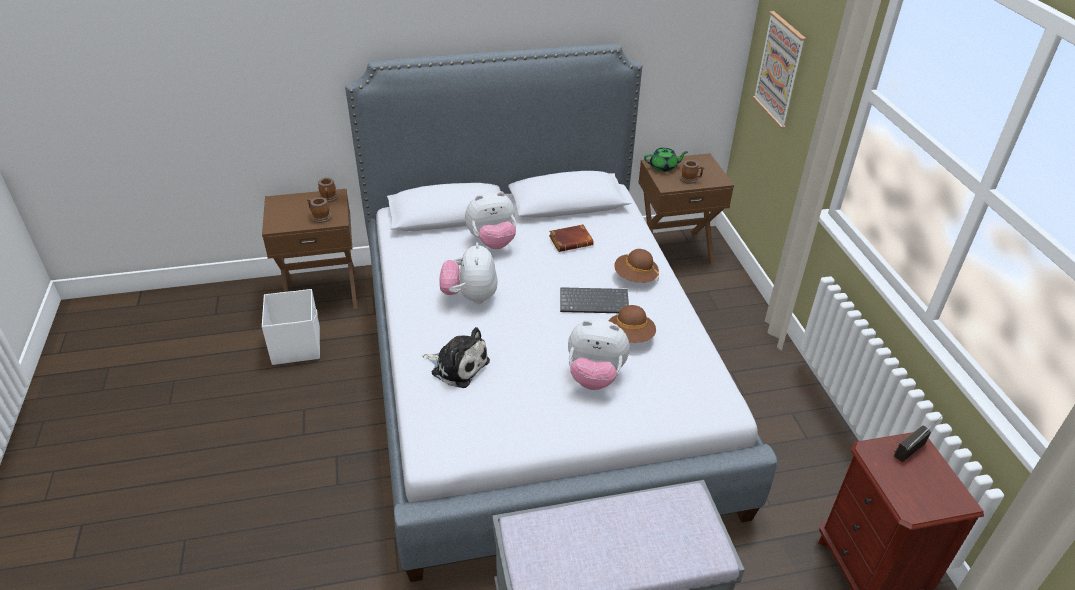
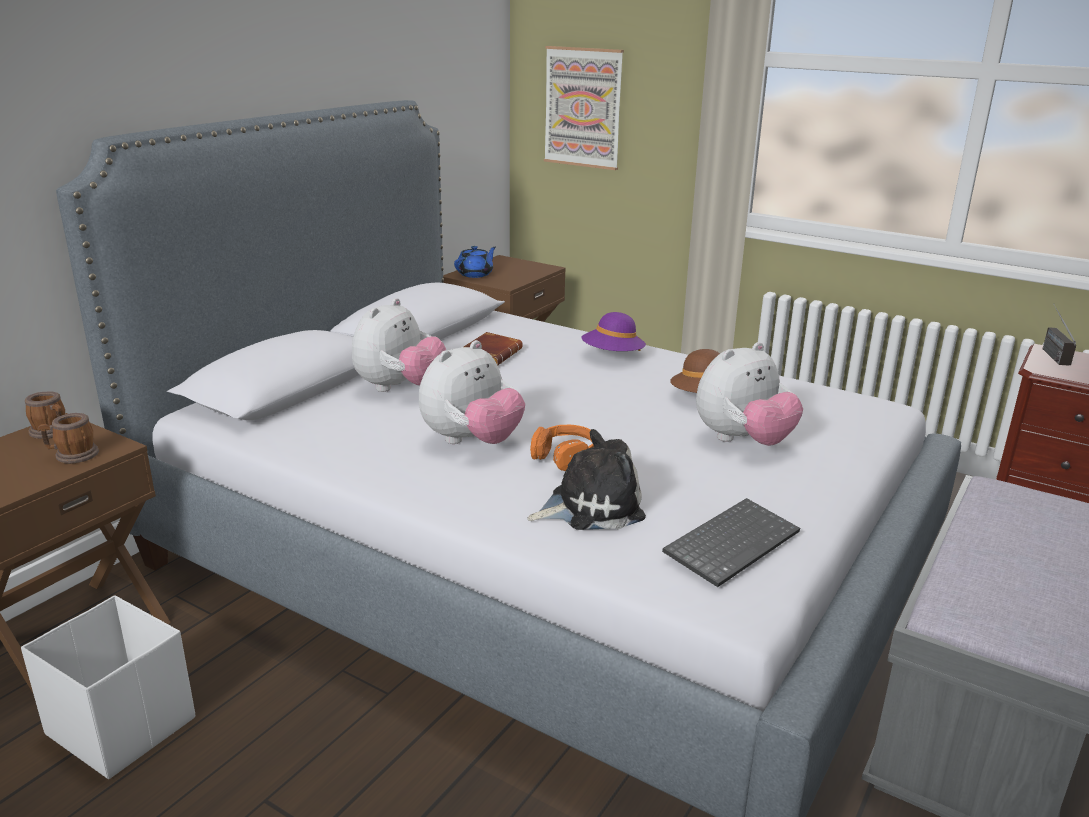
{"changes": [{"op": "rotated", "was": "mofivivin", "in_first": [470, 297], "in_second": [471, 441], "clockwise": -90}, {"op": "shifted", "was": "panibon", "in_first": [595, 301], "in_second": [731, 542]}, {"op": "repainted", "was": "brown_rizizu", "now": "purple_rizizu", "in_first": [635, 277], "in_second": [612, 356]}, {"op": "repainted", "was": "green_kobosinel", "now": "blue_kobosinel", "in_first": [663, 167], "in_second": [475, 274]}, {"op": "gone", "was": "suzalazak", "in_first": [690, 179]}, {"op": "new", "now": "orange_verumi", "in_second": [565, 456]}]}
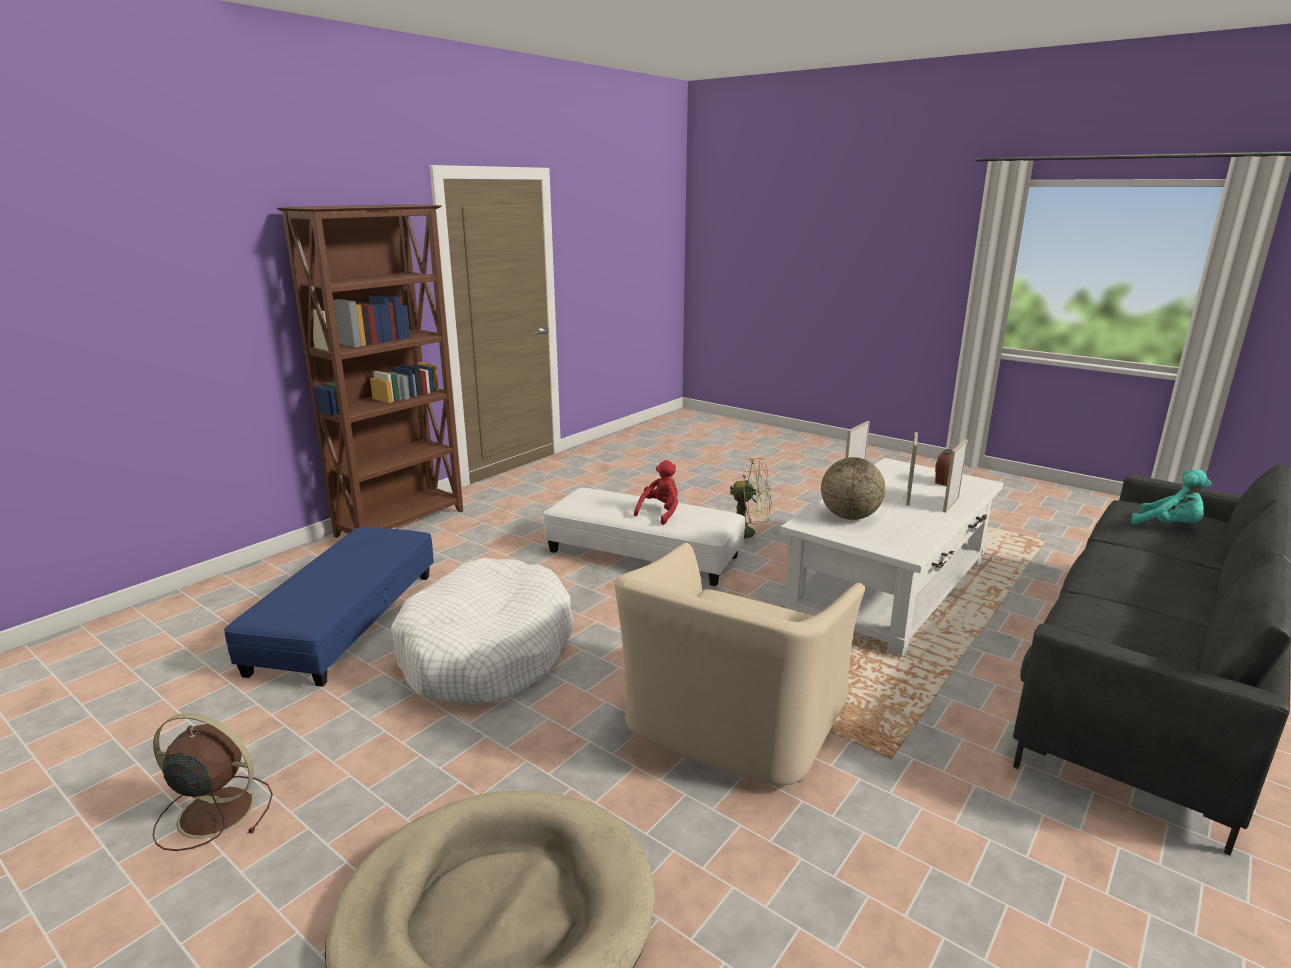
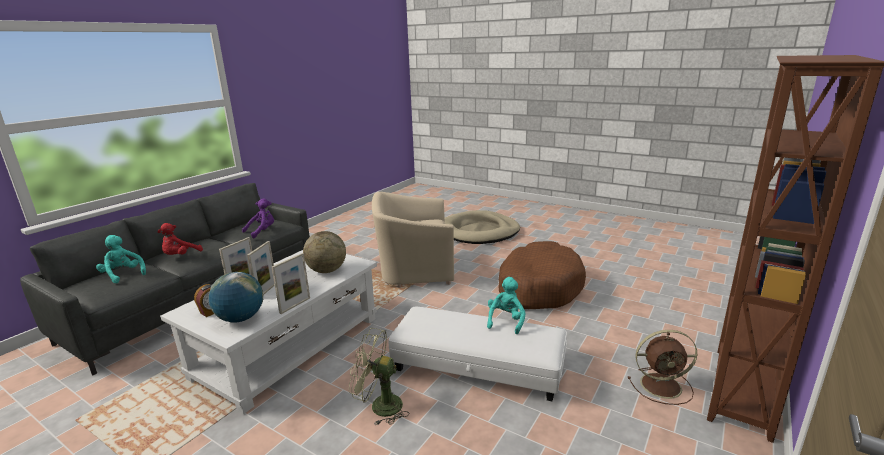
{"changes": [{"op": "shifted", "was": "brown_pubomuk", "in_first": [213, 811], "in_second": [662, 385]}, {"op": "gone", "was": "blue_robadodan", "in_first": [347, 621]}, {"op": "repainted", "was": "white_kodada", "now": "brown_kodada", "in_first": [487, 652], "in_second": [539, 287]}, {"op": "rotated", "was": "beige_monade", "in_first": [731, 724], "in_second": [414, 269], "clockwise": -120}, {"op": "shifted", "was": "red_mofivivin", "in_first": [660, 513], "in_second": [180, 256]}, {"op": "new", "now": "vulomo", "in_second": [241, 318]}, {"op": "new", "now": "purple_mofivivin", "in_second": [262, 231]}, {"op": "new", "now": "turquoise_mofivivin", "in_second": [506, 321]}]}
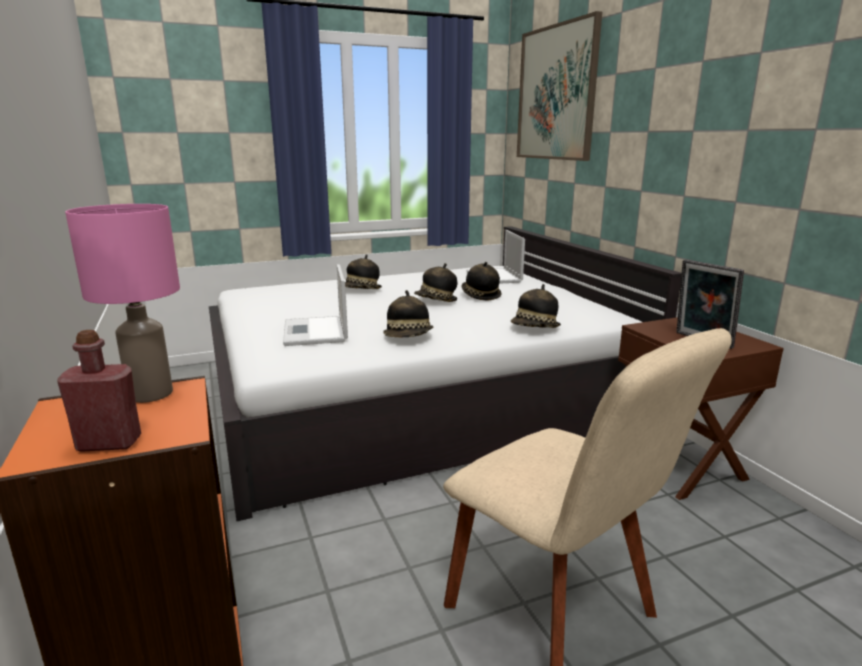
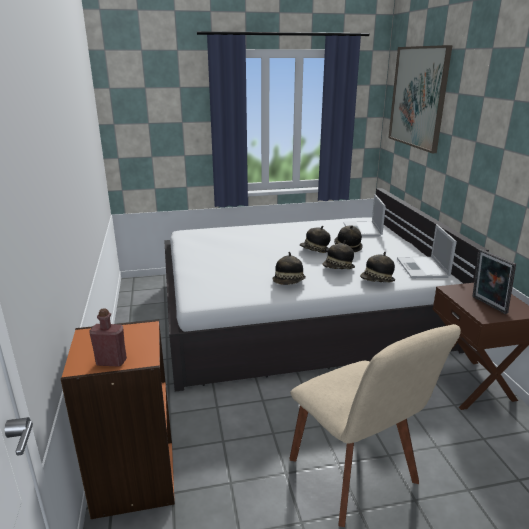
{"changes": [{"op": "gone", "was": "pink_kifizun", "in_first": [149, 394]}, {"op": "shifted", "was": "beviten", "in_first": [316, 332], "in_second": [423, 268]}, {"op": "shifted", "was": "rizizu", "in_first": [361, 290], "in_second": [338, 268]}]}
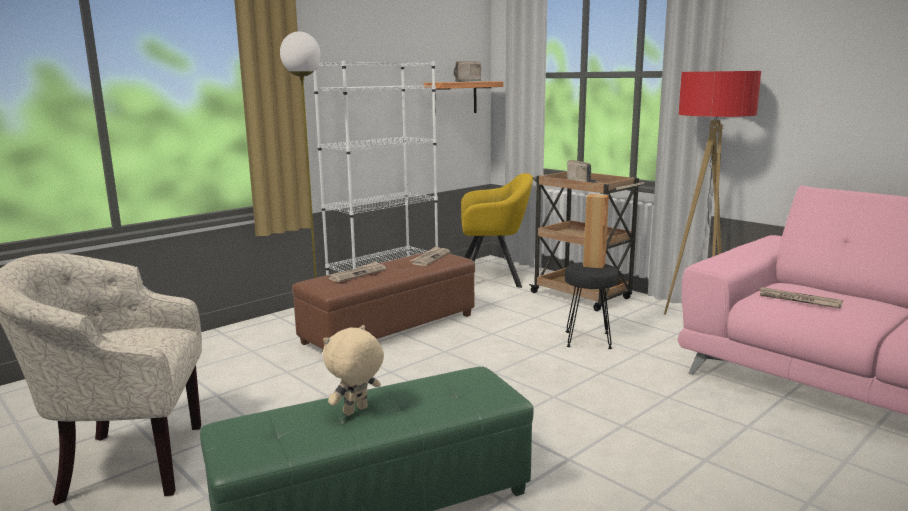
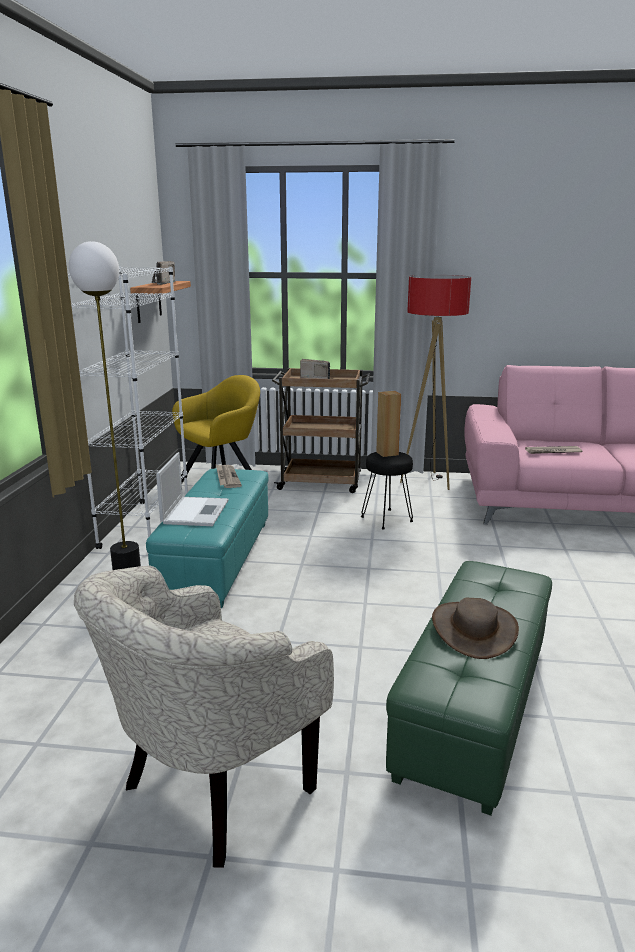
{"changes": [{"op": "repainted", "was": "brown_robadodan", "now": "turquoise_robadodan", "in_first": [390, 328], "in_second": [216, 559]}, {"op": "swapped", "was": "beige_mofivivin", "now": "brown_rizizu", "in_first": [356, 411], "in_second": [474, 629]}, {"op": "swapped", "was": "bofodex", "now": "beviten", "in_first": [357, 274], "in_second": [195, 511]}]}
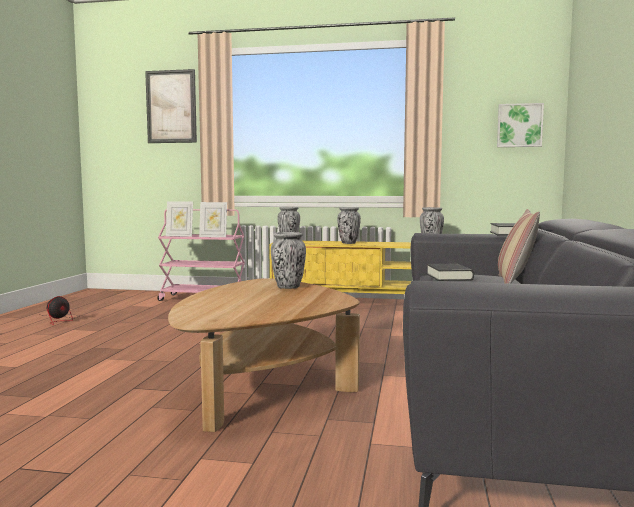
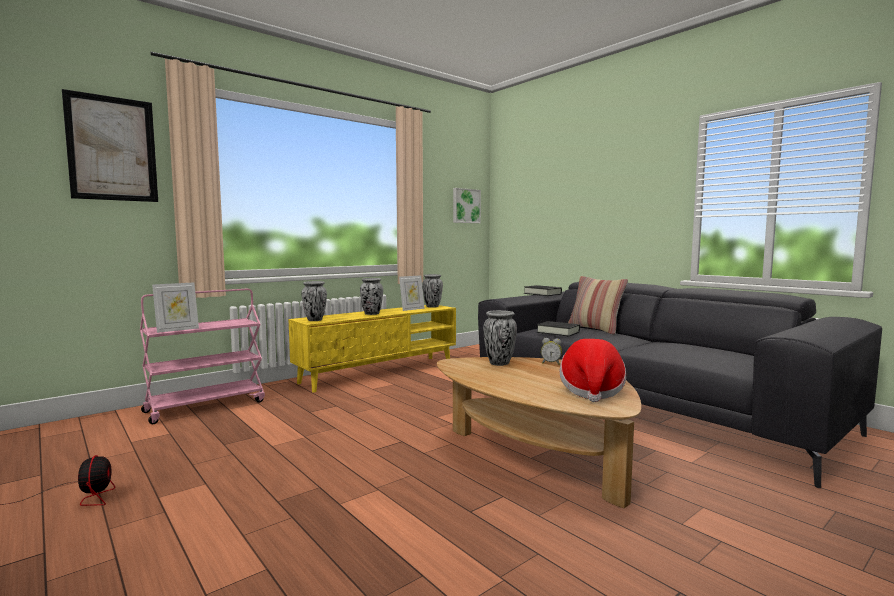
{"changes": [{"op": "shifted", "was": "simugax", "in_first": [213, 236], "in_second": [412, 309]}, {"op": "new", "now": "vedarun", "in_second": [551, 363]}, {"op": "new", "now": "rizizu", "in_second": [591, 391]}]}
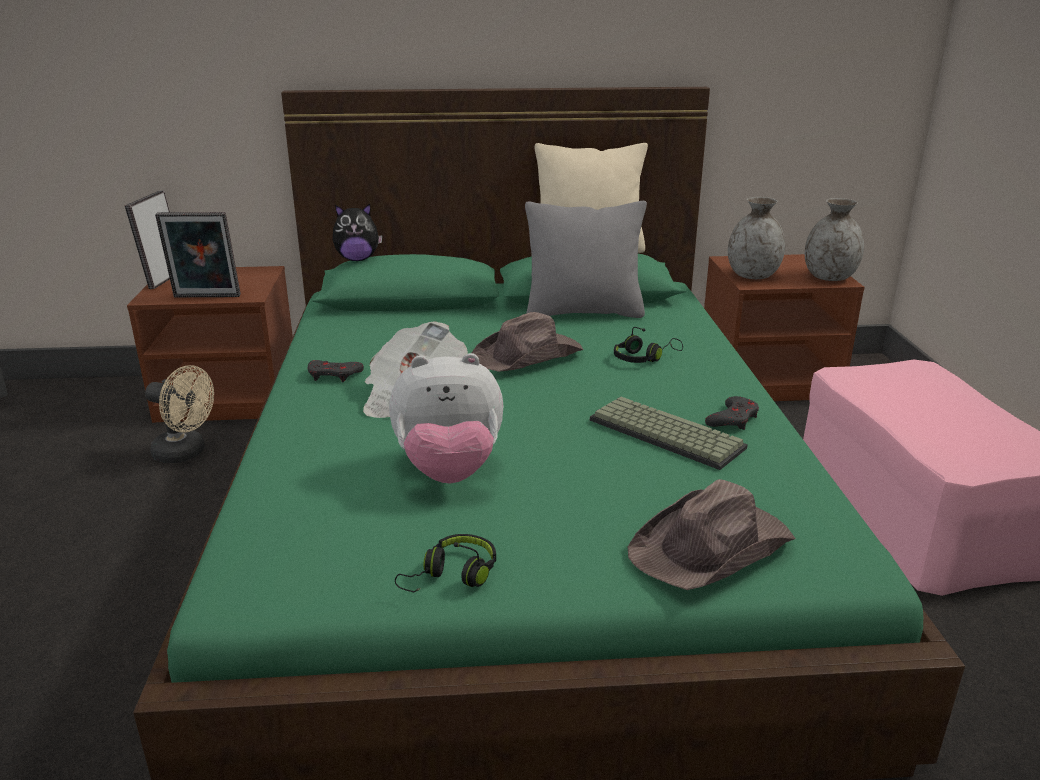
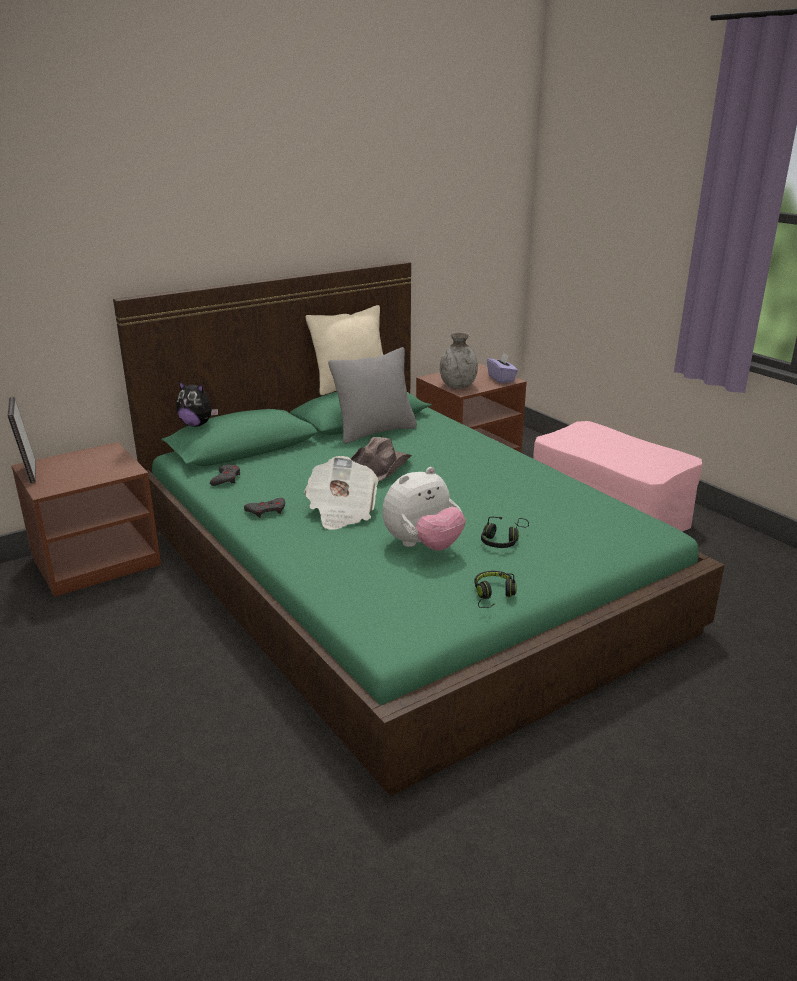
{"changes": [{"op": "gone", "was": "beige_pubomuk", "in_first": [186, 453]}, {"op": "gone", "was": "simugax", "in_first": [206, 297]}, {"op": "rotated", "was": "mofivivin", "in_first": [357, 259], "in_second": [197, 424], "clockwise": 60}, {"op": "gone", "was": "panibon", "in_first": [663, 434]}, {"op": "shifted", "was": "black_verumi", "in_first": [643, 358], "in_second": [503, 540]}, {"op": "gone", "was": "brown_rizizu", "in_first": [712, 547]}, {"op": "shifted", "was": "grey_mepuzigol", "in_first": [733, 419], "in_second": [226, 478]}, {"op": "swapped", "was": "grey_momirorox", "now": "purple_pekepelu", "in_first": [828, 277], "in_second": [501, 379]}]}
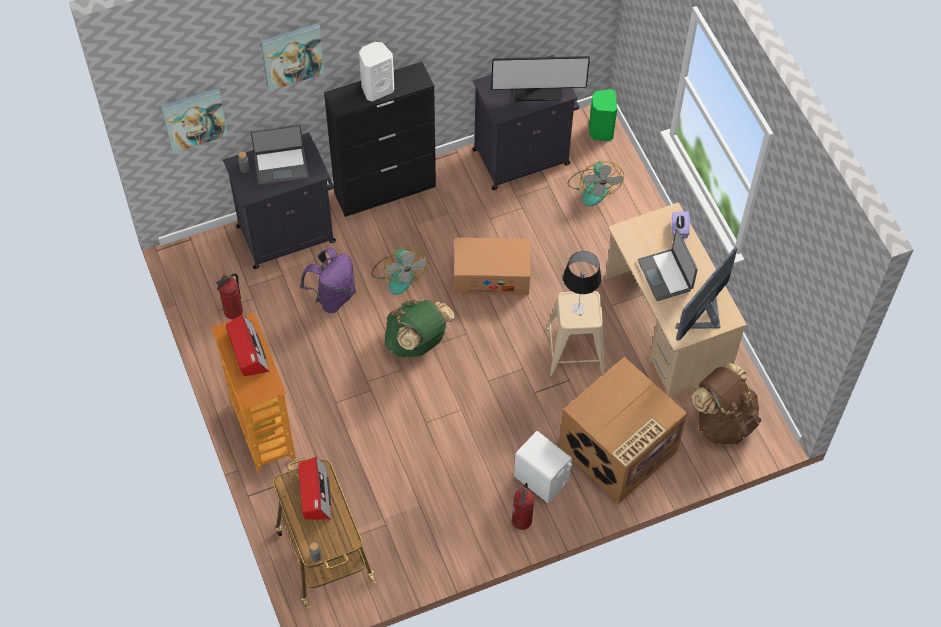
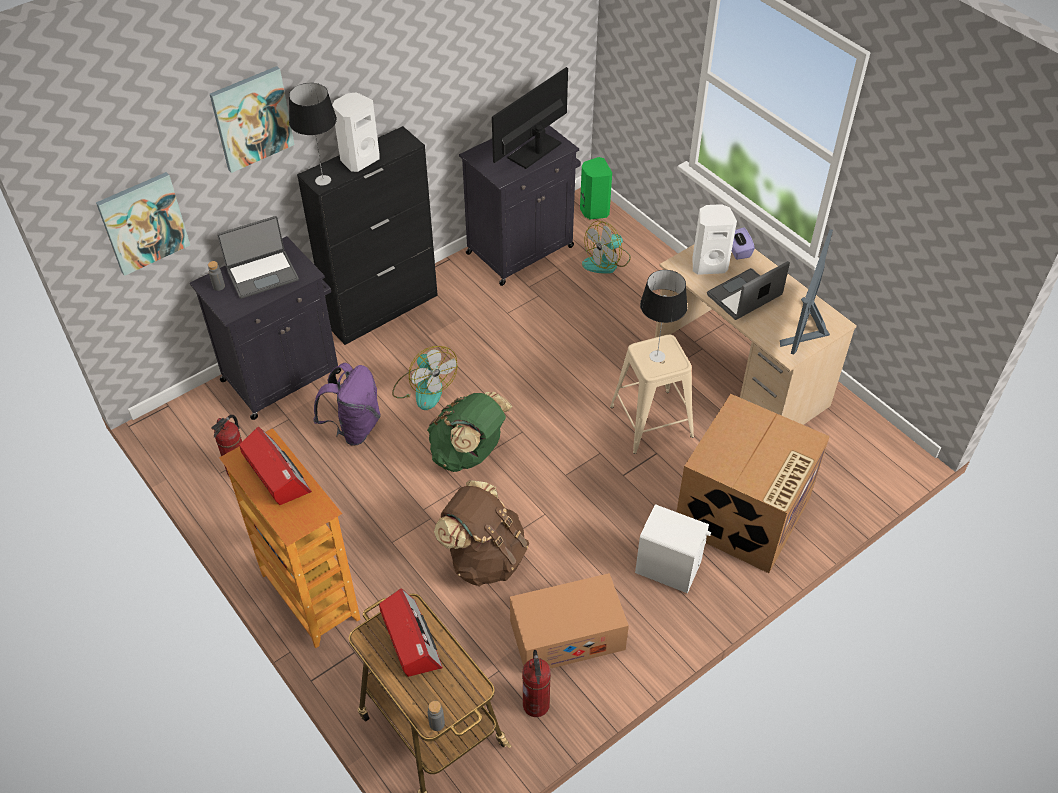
{"changes": [{"op": "shifted", "was": "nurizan", "in_first": [491, 275], "in_second": [567, 635]}, {"op": "rotated", "was": "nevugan", "in_first": [538, 92], "in_second": [534, 151], "clockwise": 150}, {"op": "shifted", "was": "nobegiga", "in_first": [522, 521], "in_second": [536, 705]}, {"op": "rotated", "was": "pubomuk", "in_first": [593, 187], "in_second": [607, 262], "clockwise": 75}, {"op": "rotated", "was": "beviten", "in_first": [666, 275], "in_second": [744, 296], "clockwise": 90}, {"op": "shifted", "was": "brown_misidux", "in_first": [723, 421], "in_second": [485, 557]}, {"op": "new", "now": "kifizun", "in_second": [323, 180]}, {"op": "new", "now": "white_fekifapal", "in_second": [708, 264]}]}
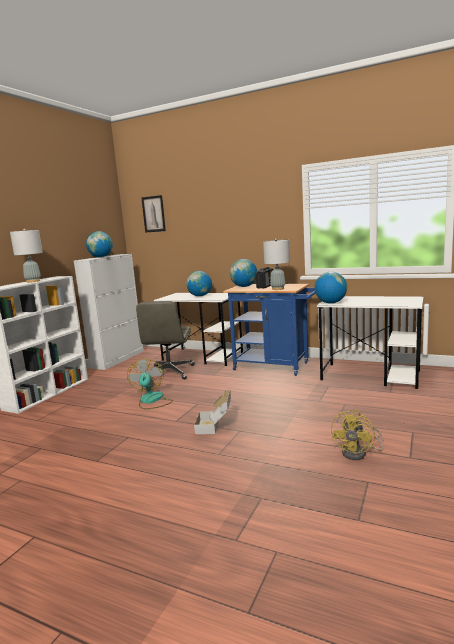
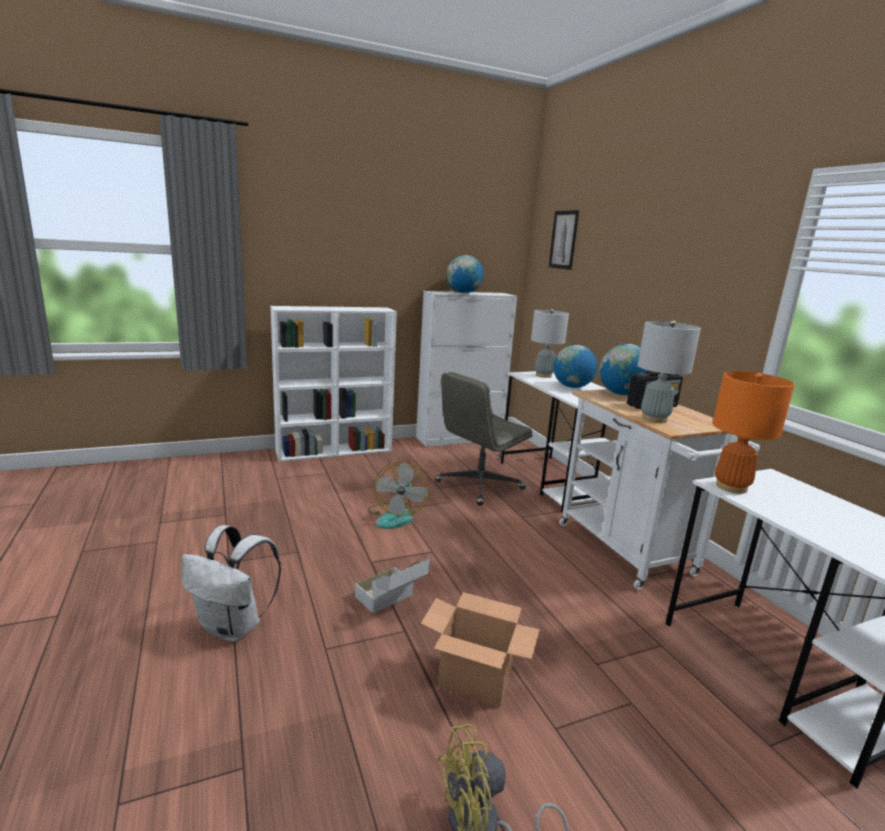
{"changes": [{"op": "shifted", "was": "grey_kifizun", "in_first": [33, 281], "in_second": [543, 375]}, {"op": "rotated", "was": "pubomuk", "in_first": [151, 401], "in_second": [396, 516], "clockwise": 150}, {"op": "repainted", "was": "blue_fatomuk", "now": "white_fatomuk", "in_first": [276, 366], "in_second": [631, 553]}, {"op": "swapped", "was": "vulomo", "now": "orange_kifizun", "in_first": [330, 303], "in_second": [731, 487]}, {"op": "new", "now": "white_misidux", "in_second": [233, 627]}, {"op": "new", "now": "nurizan", "in_second": [475, 680]}]}
